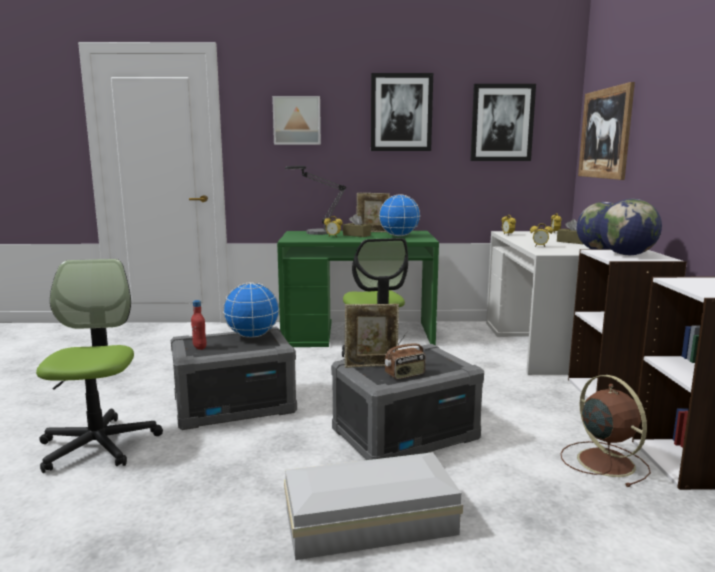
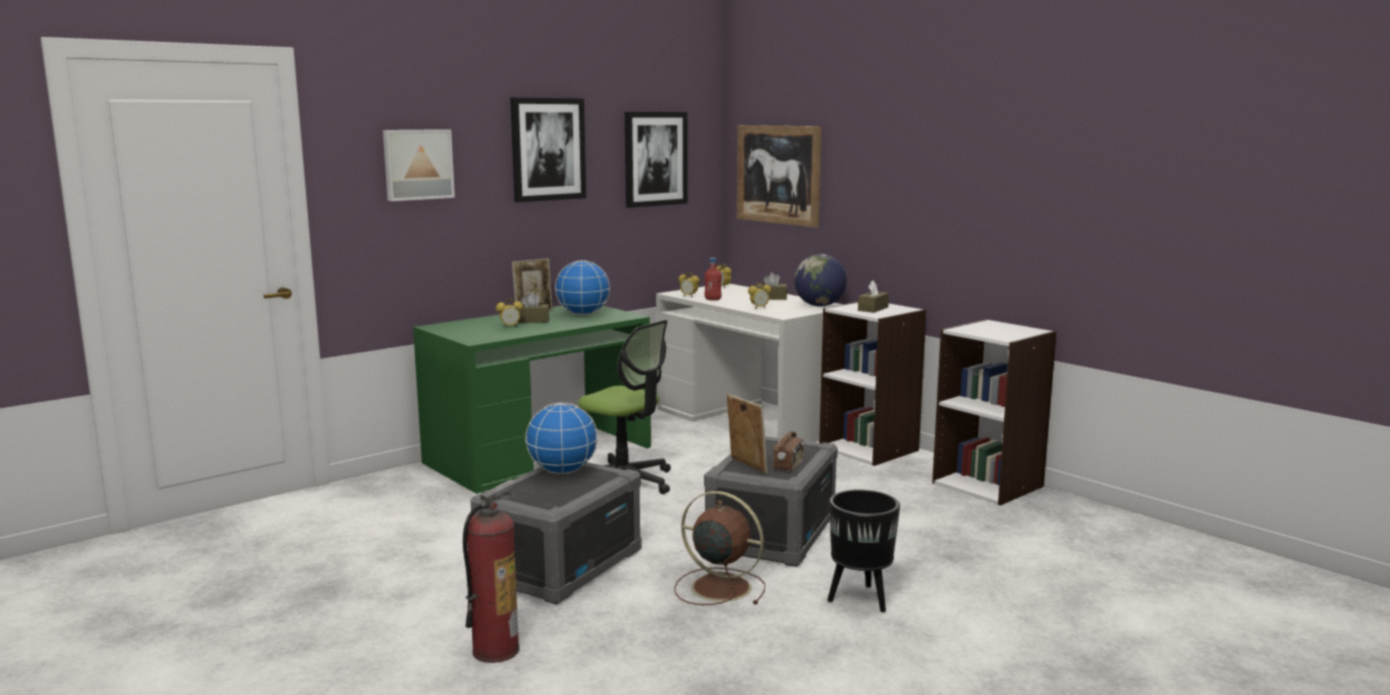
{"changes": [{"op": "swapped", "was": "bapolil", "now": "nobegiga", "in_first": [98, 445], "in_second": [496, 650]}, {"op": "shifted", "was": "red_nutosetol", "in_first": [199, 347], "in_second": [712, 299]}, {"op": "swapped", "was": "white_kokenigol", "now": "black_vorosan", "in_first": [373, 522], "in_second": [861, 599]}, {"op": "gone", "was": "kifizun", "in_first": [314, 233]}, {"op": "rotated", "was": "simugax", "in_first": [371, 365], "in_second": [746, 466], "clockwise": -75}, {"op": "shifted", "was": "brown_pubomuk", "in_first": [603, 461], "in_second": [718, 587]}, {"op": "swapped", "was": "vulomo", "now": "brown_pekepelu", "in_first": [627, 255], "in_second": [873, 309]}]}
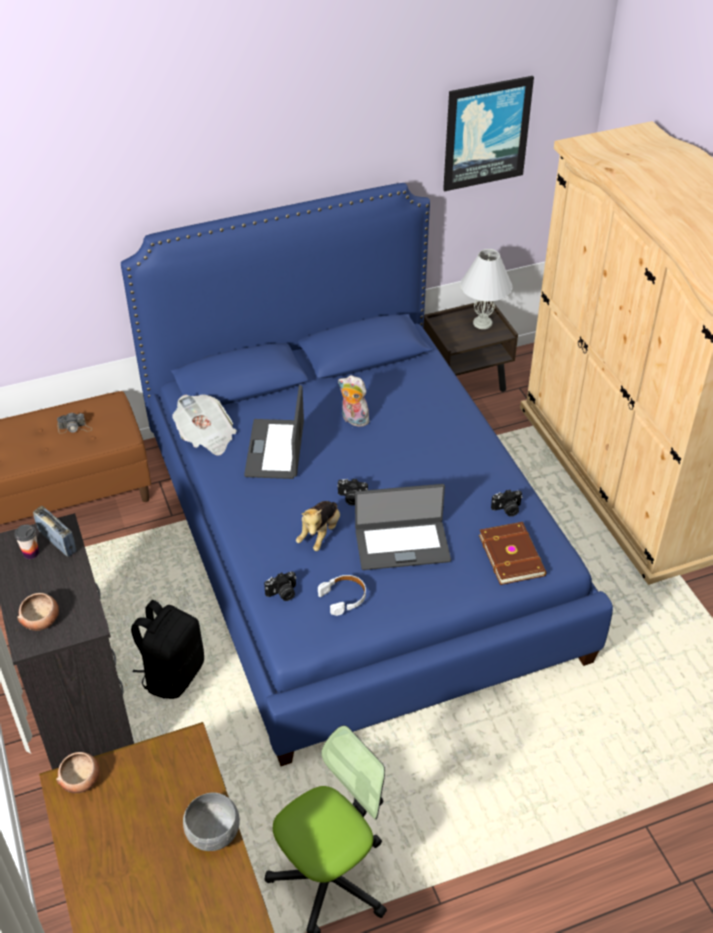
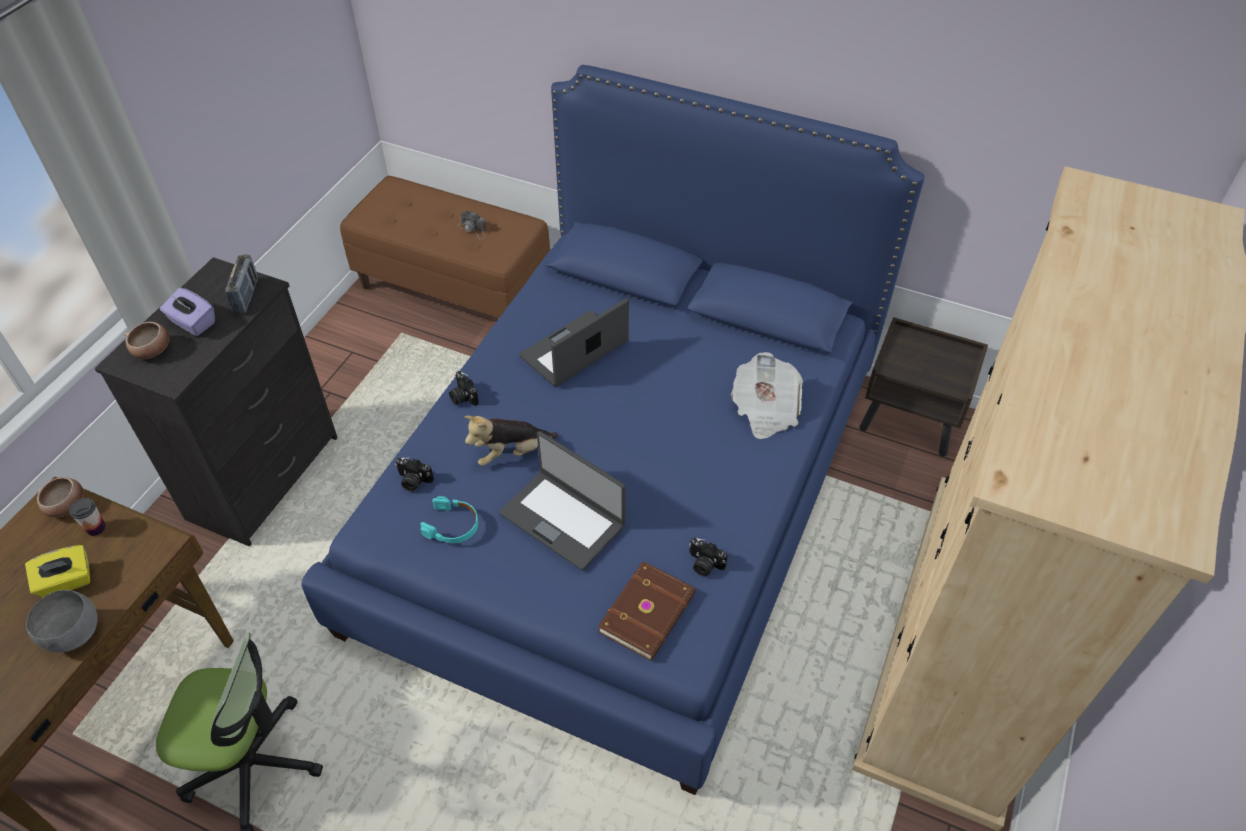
{"changes": [{"op": "shifted", "was": "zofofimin", "in_first": [31, 553], "in_second": [96, 528]}, {"op": "gone", "was": "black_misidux", "in_first": [172, 674]}, {"op": "shifted", "was": "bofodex", "in_first": [206, 436], "in_second": [765, 410]}, {"op": "repainted", "was": "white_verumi", "now": "turquoise_verumi", "in_first": [344, 597], "in_second": [452, 525]}, {"op": "shifted", "was": "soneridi", "in_first": [351, 498], "in_second": [463, 397]}, {"op": "gone", "was": "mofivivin", "in_first": [353, 420]}, {"op": "gone", "was": "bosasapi", "in_first": [486, 133]}, {"op": "gone", "was": "white_kifizun", "in_first": [483, 323]}, {"op": "new", "now": "yellow_pekepelu", "in_second": [67, 582]}, {"op": "new", "now": "purple_pekepelu", "in_second": [192, 323]}]}
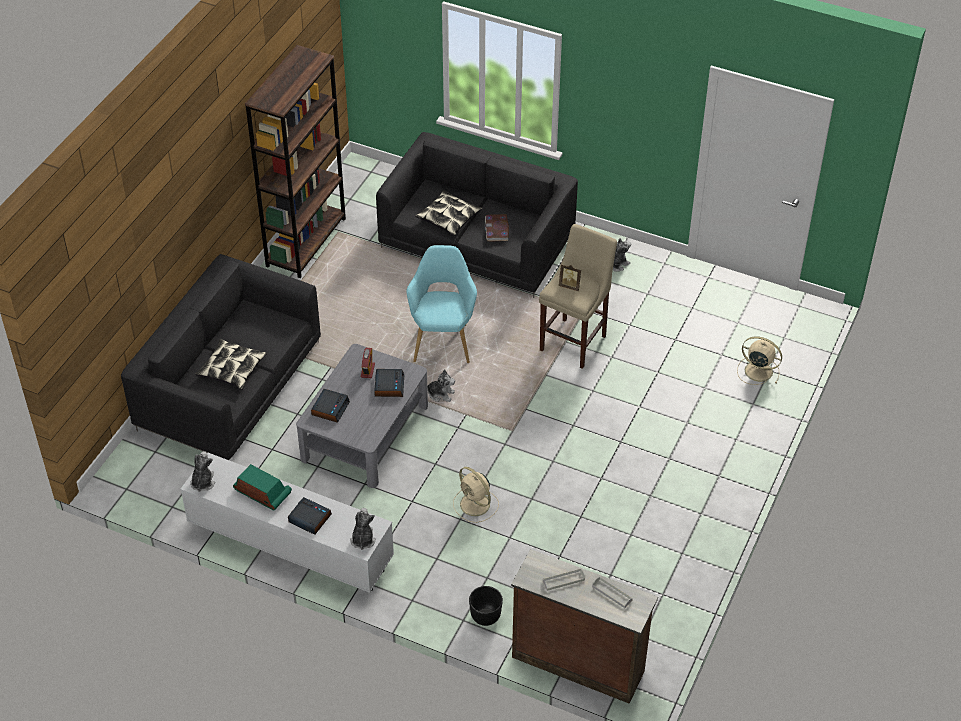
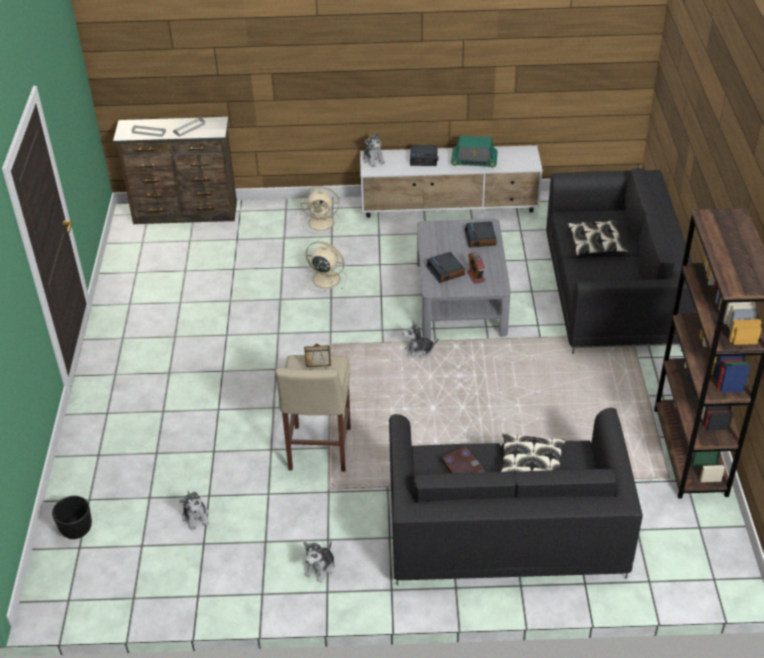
{"changes": [{"op": "shifted", "was": "mofivivin", "in_first": [202, 482], "in_second": [196, 516]}, {"op": "gone", "was": "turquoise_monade", "in_first": [443, 339]}, {"op": "shifted", "was": "black_vorosan", "in_first": [485, 617], "in_second": [77, 529]}, {"op": "shifted", "was": "beige_pubomuk", "in_first": [757, 371], "in_second": [322, 223]}]}
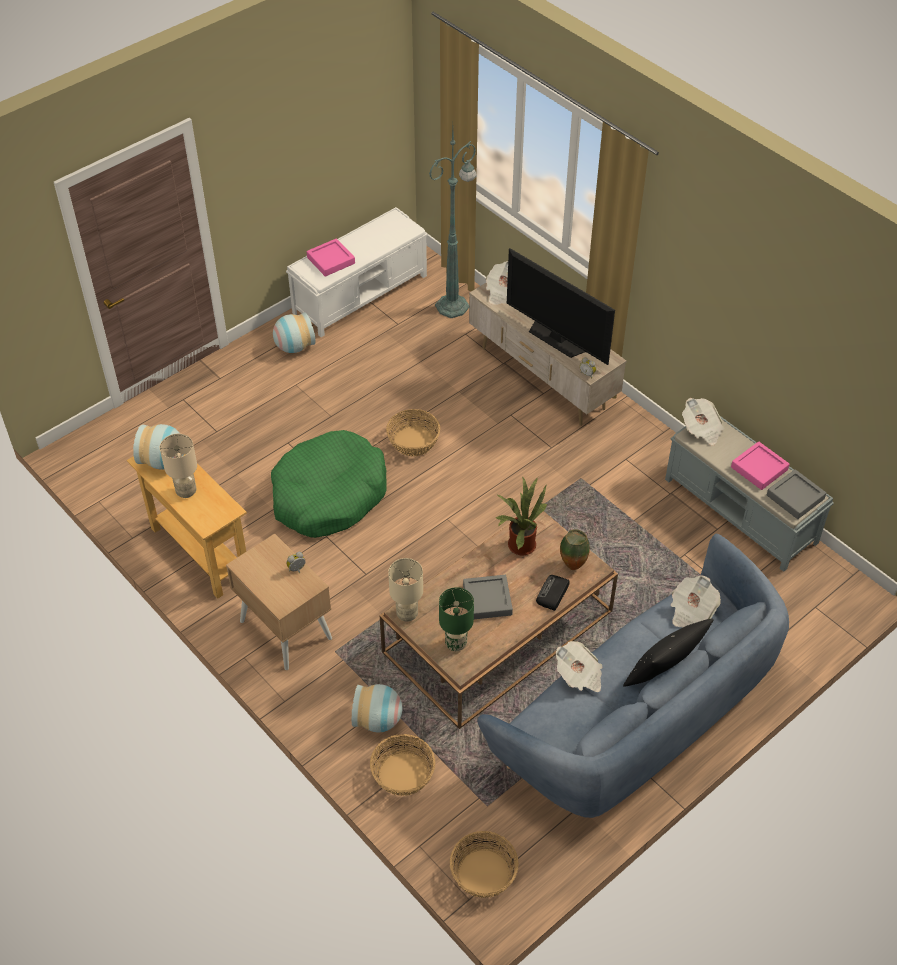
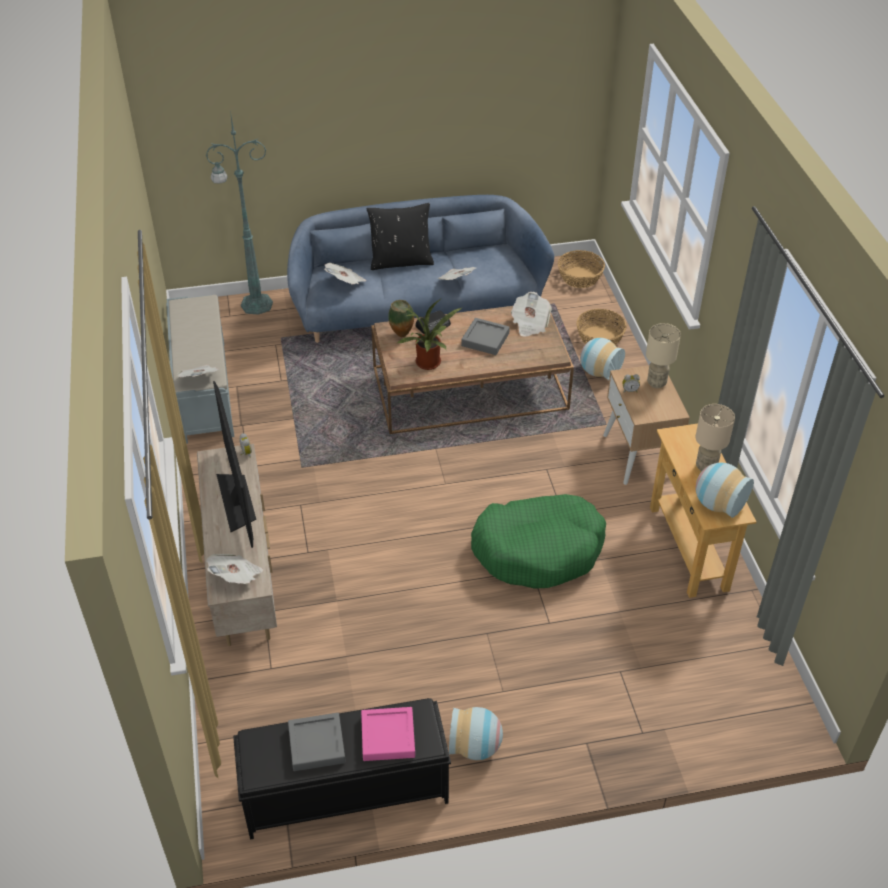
{"changes": [{"op": "repainted", "was": "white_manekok", "now": "black_manekok", "in_first": [361, 293], "in_second": [344, 791]}, {"op": "gone", "was": "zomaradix", "in_first": [413, 441]}, {"op": "shifted", "was": "beige_kifizun", "in_first": [407, 614], "in_second": [656, 383]}, {"op": "shifted", "was": "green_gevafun", "in_first": [453, 305], "in_second": [255, 304]}, {"op": "swapped", "was": "green_kifizun", "now": "bofodex", "in_first": [455, 643], "in_second": [530, 324]}, {"op": "gone", "was": "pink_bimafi", "in_first": [759, 468]}, {"op": "shifted", "was": "grey_bimafi", "in_first": [795, 497], "in_second": [317, 745]}]}
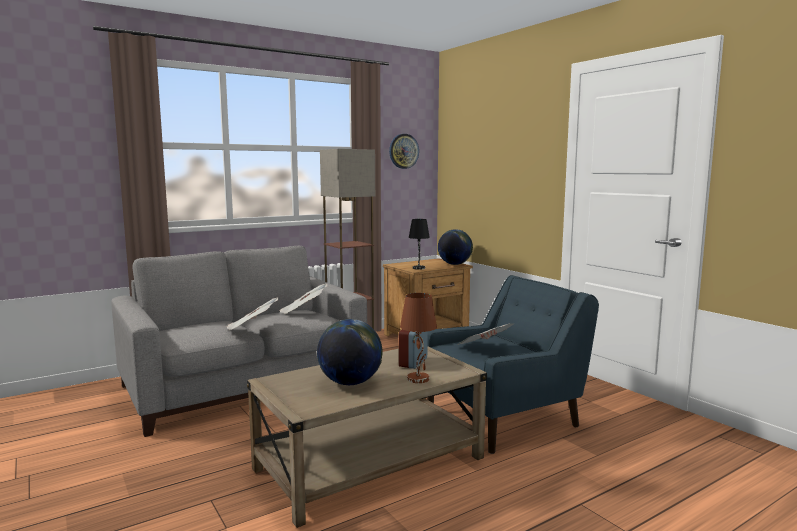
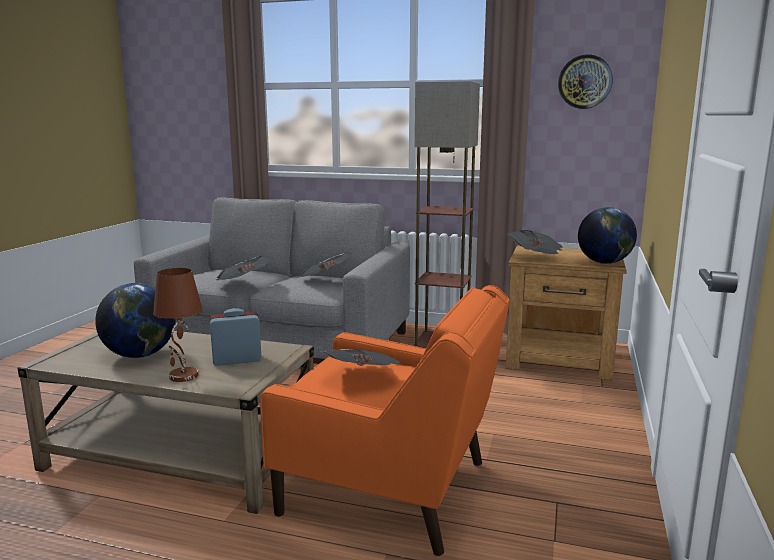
{"changes": [{"op": "swapped", "was": "black_kifizun", "now": "bofodex", "in_first": [418, 268], "in_second": [535, 258]}, {"op": "repainted", "was": "blue_monade", "now": "orange_monade", "in_first": [504, 417], "in_second": [391, 490]}]}
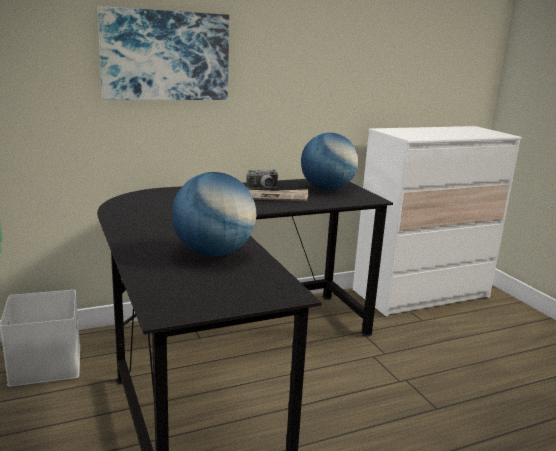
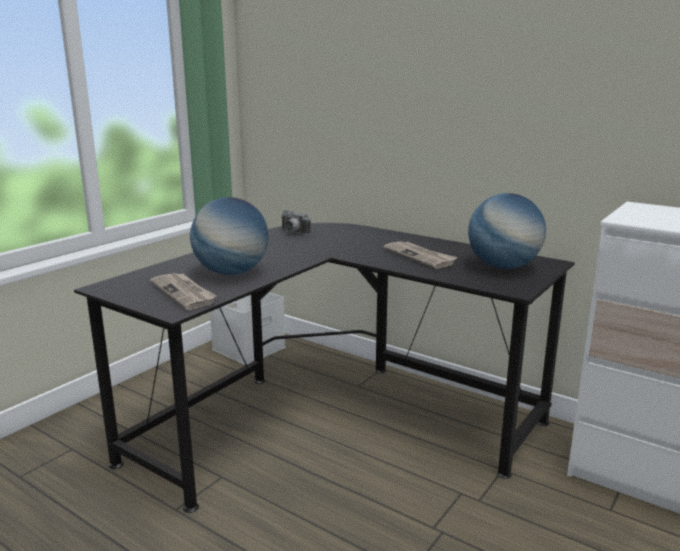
{"changes": [{"op": "gone", "was": "bosasapi", "in_first": [165, 55]}, {"op": "shifted", "was": "soneridi", "in_first": [263, 189], "in_second": [293, 232]}, {"op": "new", "now": "bofodex", "in_second": [184, 293]}]}
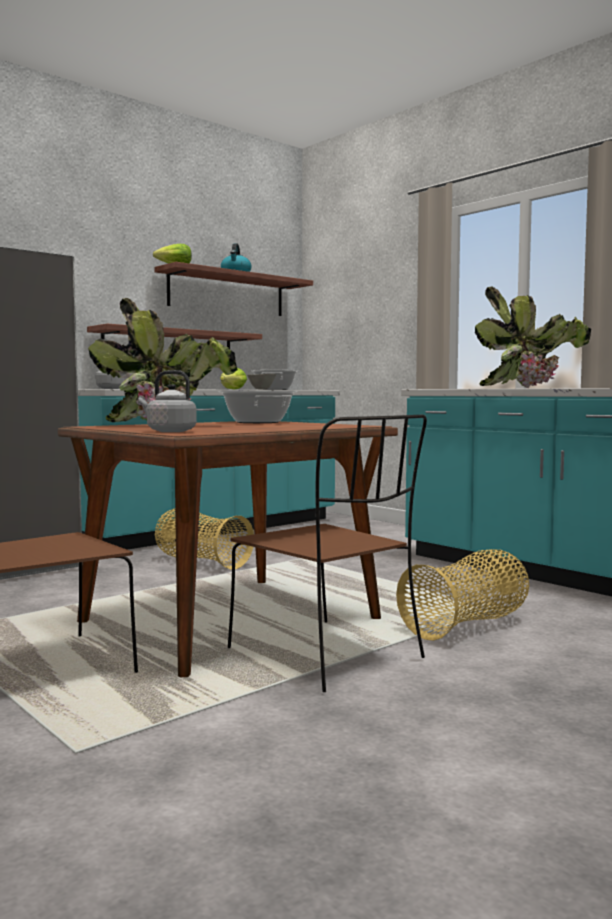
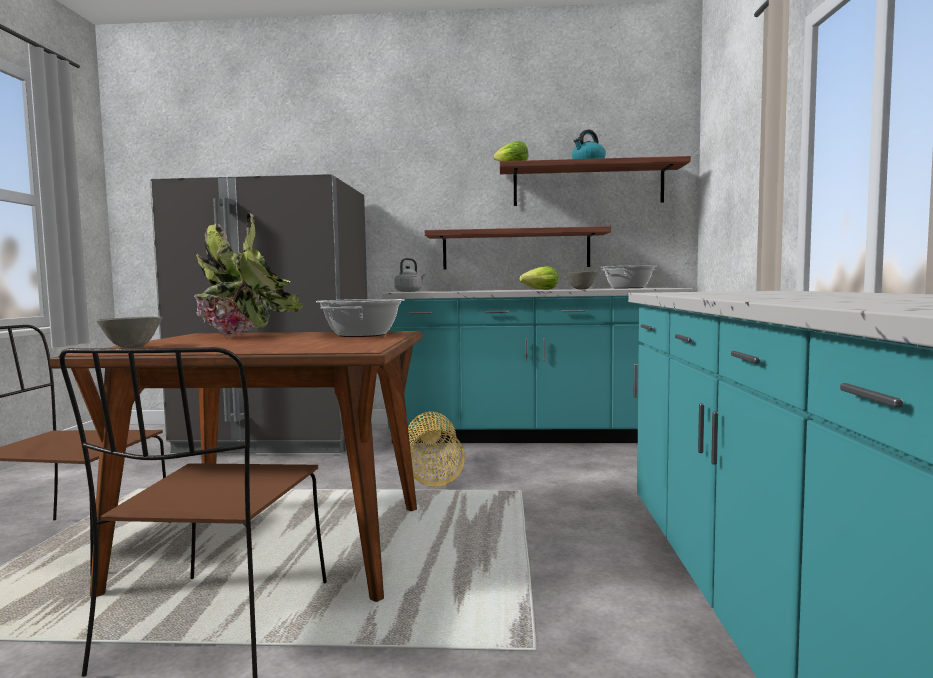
{"changes": [{"op": "swapped", "was": "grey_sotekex", "now": "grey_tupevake", "in_first": [169, 431], "in_second": [131, 347]}, {"op": "gone", "was": "zomaradix", "in_first": [467, 625]}, {"op": "gone", "was": "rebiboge", "in_first": [528, 388]}]}
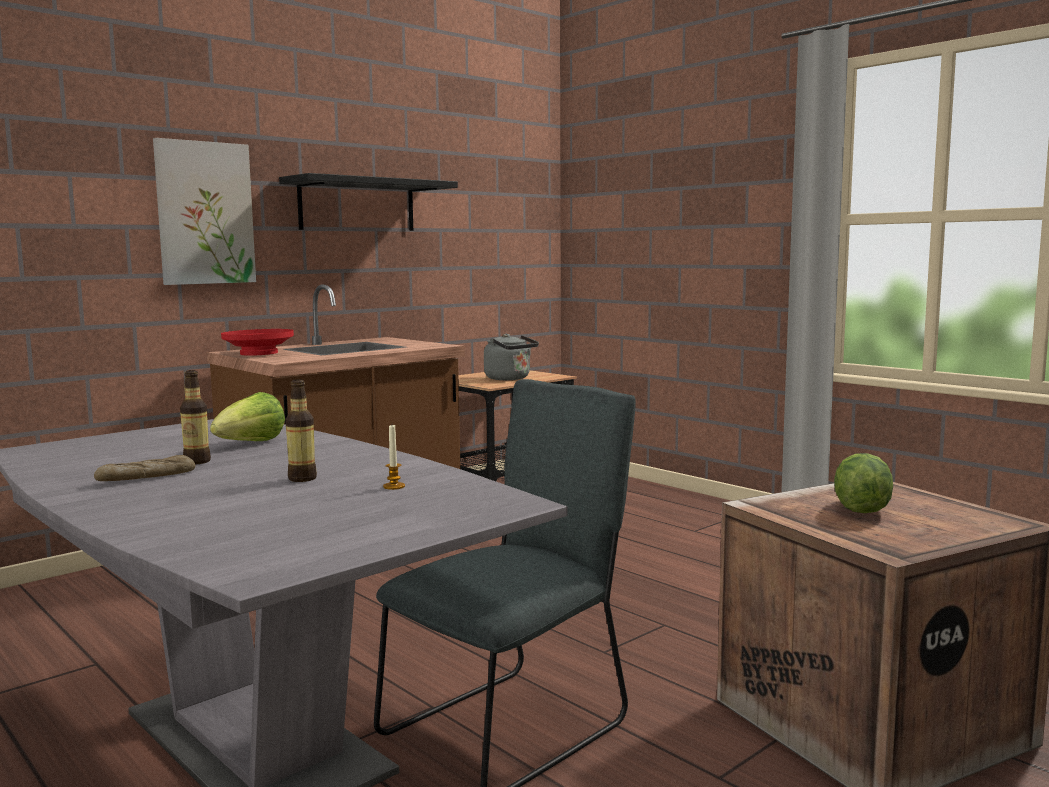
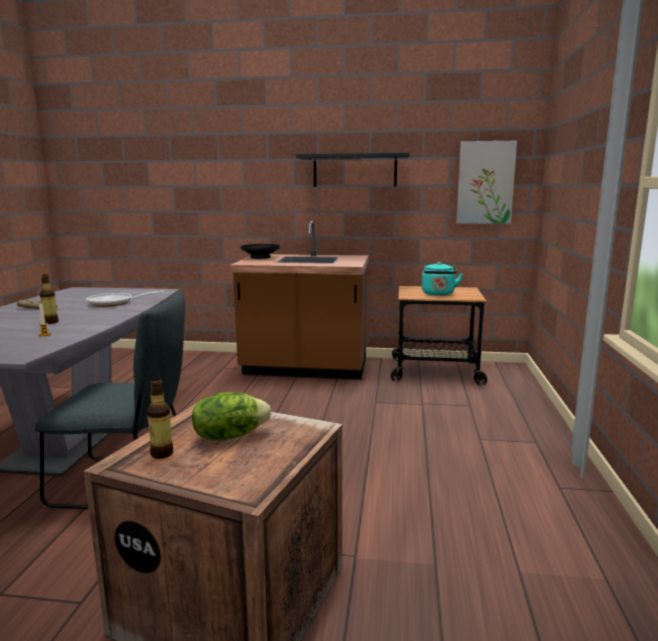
{"changes": [{"op": "shifted", "was": "bosasapi", "in_first": [205, 213], "in_second": [485, 183]}, {"op": "shifted", "was": "nutosetol", "in_first": [197, 461], "in_second": [162, 454]}, {"op": "swapped", "was": "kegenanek", "now": "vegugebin", "in_first": [250, 444], "in_second": [114, 303]}, {"op": "repainted", "was": "red_tupevake", "now": "black_tupevake", "in_first": [258, 353], "in_second": [260, 257]}, {"op": "repainted", "was": "grey_sotekex", "now": "turquoise_sotekex", "in_first": [510, 378], "in_second": [438, 294]}]}
